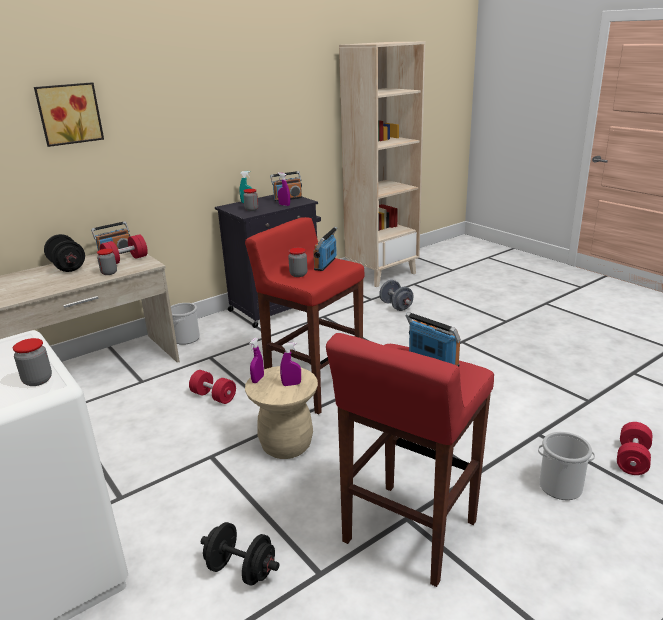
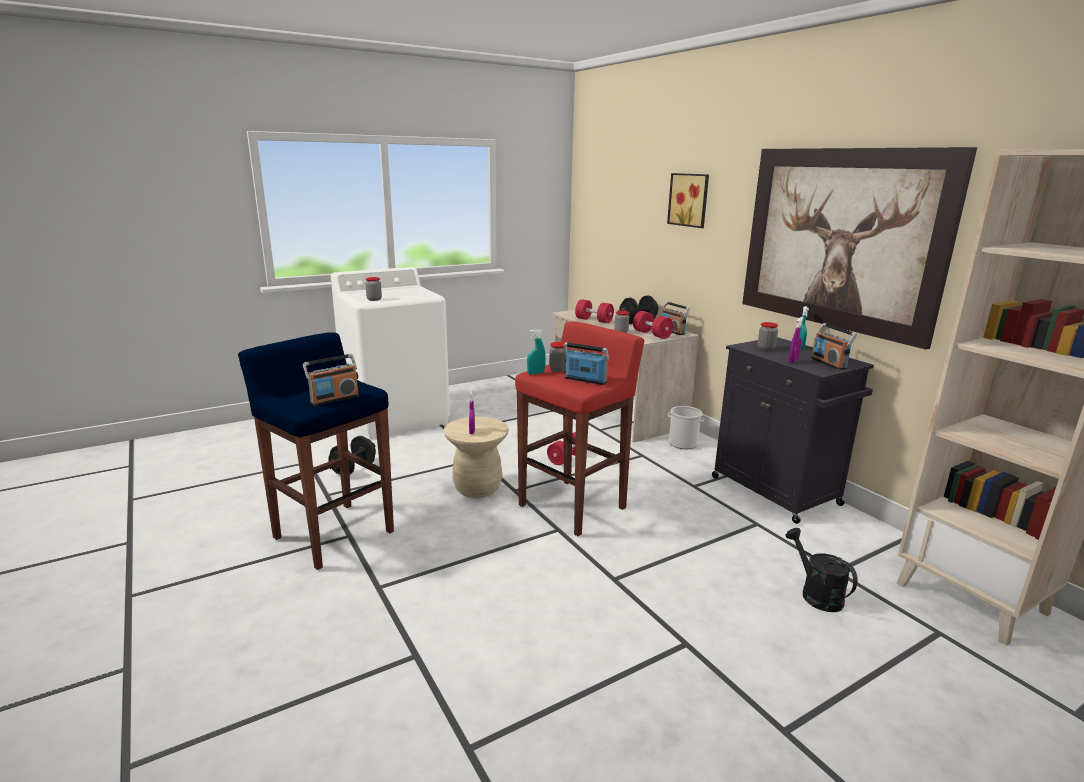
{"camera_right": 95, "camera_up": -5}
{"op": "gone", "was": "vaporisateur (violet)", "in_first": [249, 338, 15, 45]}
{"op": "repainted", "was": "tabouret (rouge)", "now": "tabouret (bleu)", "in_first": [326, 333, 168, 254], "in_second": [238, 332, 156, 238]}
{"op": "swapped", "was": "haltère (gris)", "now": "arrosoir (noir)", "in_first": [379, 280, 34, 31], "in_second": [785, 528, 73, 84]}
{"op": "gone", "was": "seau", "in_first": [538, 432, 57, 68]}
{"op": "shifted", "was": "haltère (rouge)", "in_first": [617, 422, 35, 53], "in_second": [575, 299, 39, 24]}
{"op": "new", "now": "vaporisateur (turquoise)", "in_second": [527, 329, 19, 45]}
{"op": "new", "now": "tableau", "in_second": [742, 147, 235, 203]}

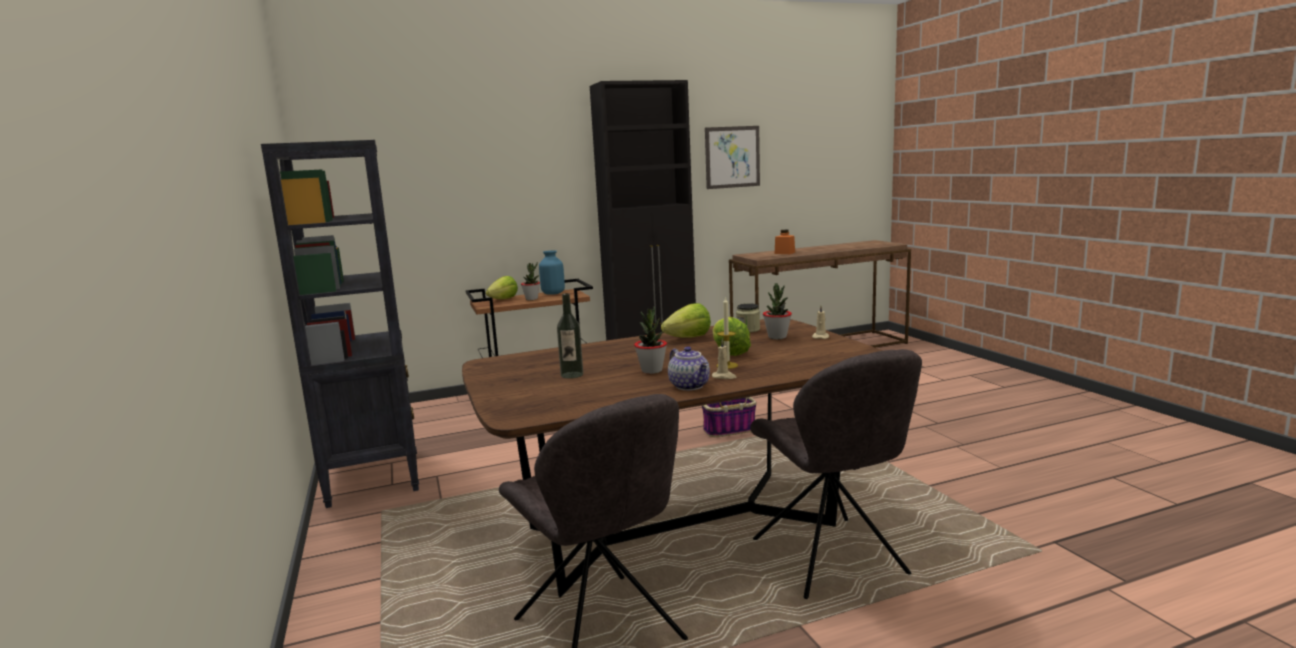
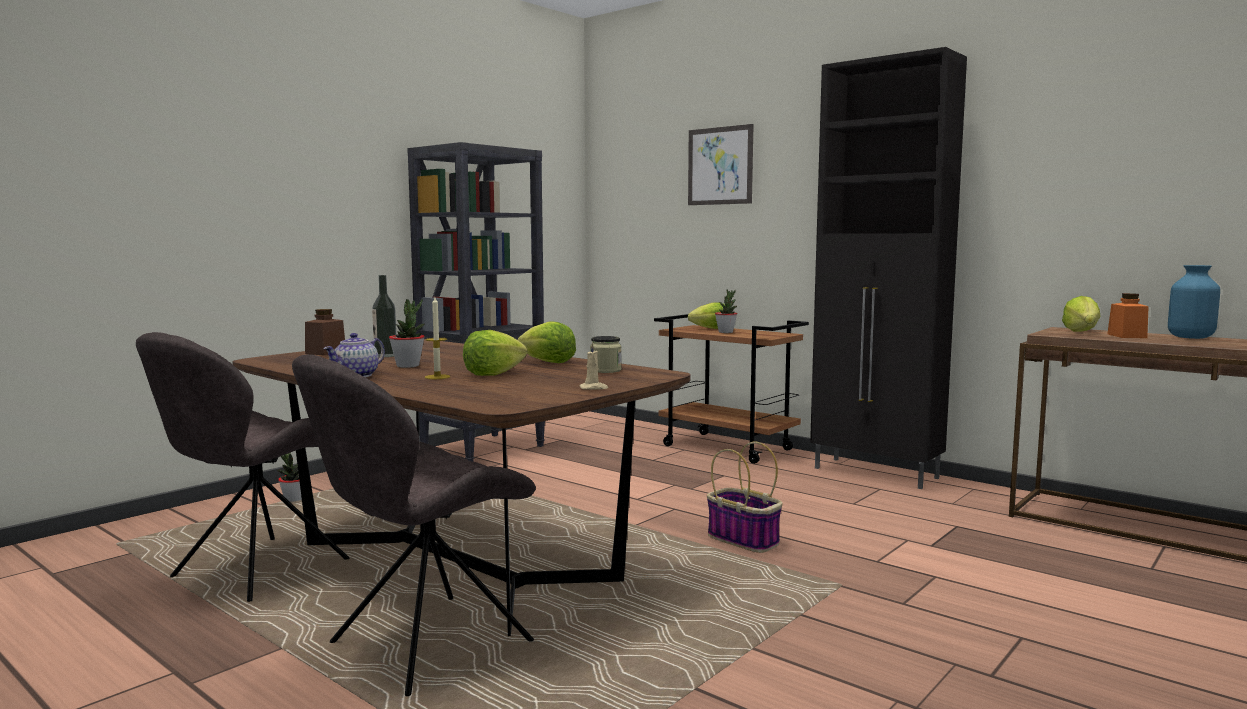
{"camera_right": 60, "camera_up": -5}
{"op": "shifted", "was": "vase (bleu)", "in_first": [539, 250, 26, 45], "in_second": [1168, 265, 52, 74]}
{"op": "shifted", "was": "tableau", "in_first": [705, 126, 55, 63], "in_second": [688, 124, 66, 81]}
{"op": "gone", "was": "bougie (beige)", "in_first": [712, 339, 24, 40]}
{"op": "shifted", "was": "plante en pot", "in_first": [763, 283, 29, 56], "in_second": [277, 452, 25, 50]}
{"op": "new", "now": "bocal (marron)", "in_second": [305, 309, 40, 46]}
{"op": "new", "now": "laitue", "in_second": [1062, 296, 38, 36]}

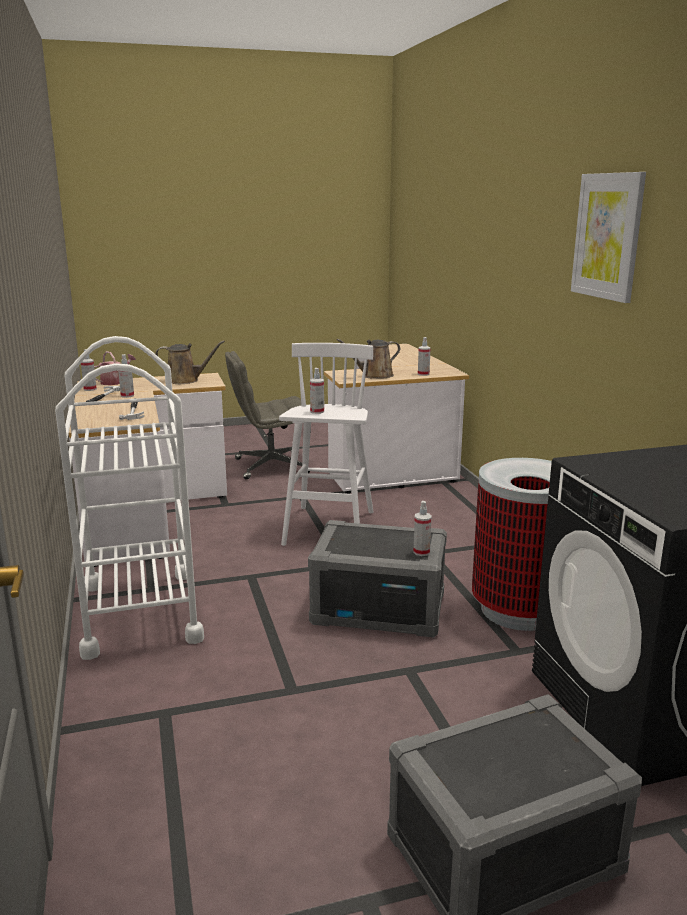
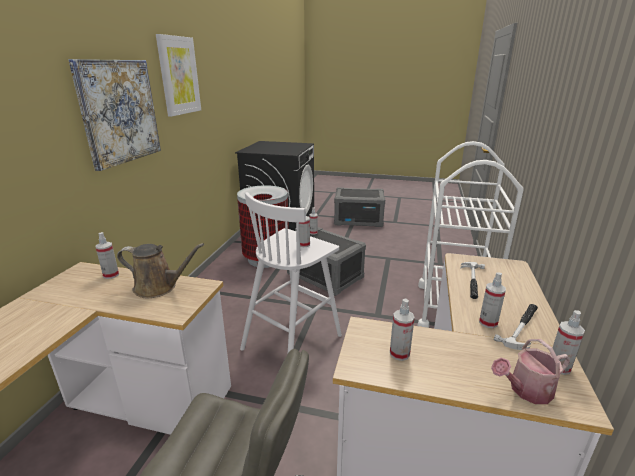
{"camera_right": -150, "camera_up": 5}
{"op": "swapped", "was": "arrosoir (marron)", "now": "vaporisateur", "in_first": [155, 341, 70, 43], "in_second": [390, 299, 25, 62]}
{"op": "new", "now": "tableau", "in_second": [68, 59, 93, 112]}

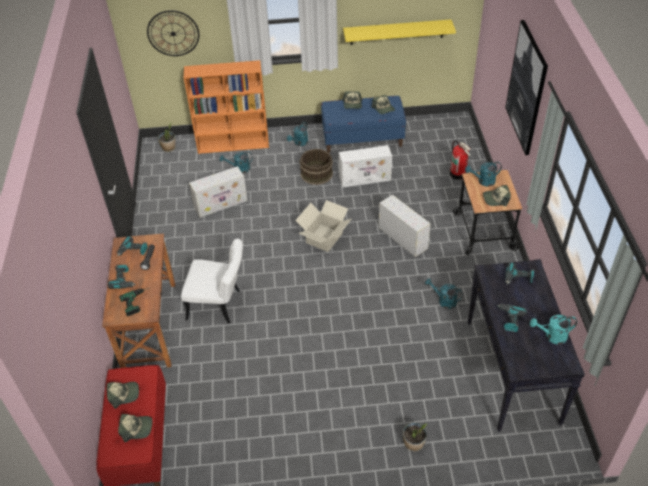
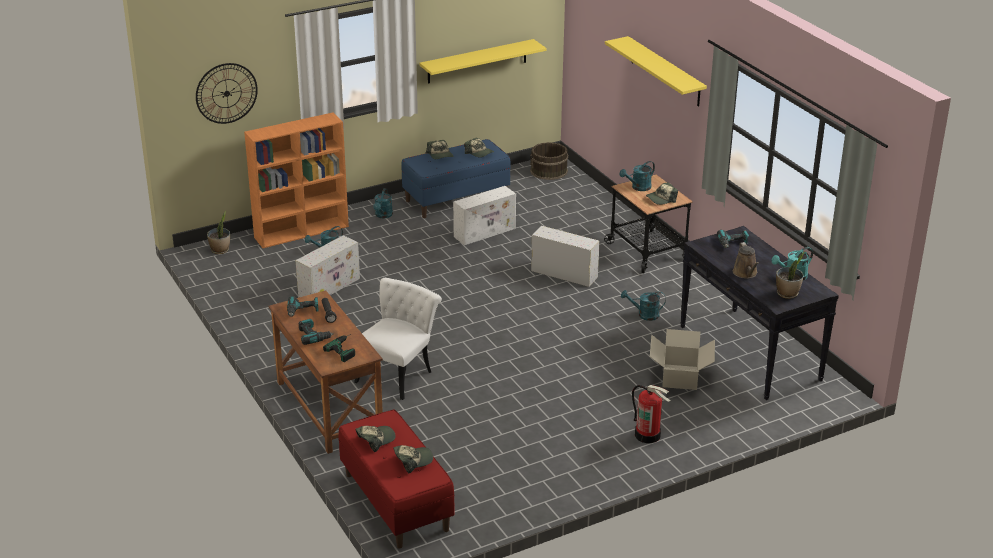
{"camera_right": -25, "camera_up": -15}
{"op": "rotated", "was": "chaise (blanc)", "in_first": [181, 239, 62, 85], "in_second": [354, 278, 88, 122], "clockwise": -45}
{"op": "shifted", "was": "carton", "in_first": [295, 200, 56, 52], "in_second": [650, 329, 65, 61]}
{"op": "shifted", "was": "seau (marron)", "in_first": [299, 149, 34, 36], "in_second": [530, 142, 38, 38]}
{"op": "shifted", "was": "plante en pot", "in_first": [403, 422, 24, 29], "in_second": [776, 252, 29, 47]}
{"op": "shifted", "was": "extincteur", "in_first": [449, 140, 22, 40], "in_second": [632, 385, 38, 58]}
{"op": "swapped", "was": "perceuse", "now": "arrosoir (marron)", "in_first": [497, 304, 30, 28], "in_second": [733, 242, 26, 36]}
{"op": "swapped", "was": "tableau", "now": "étagère (jaune)", "in_first": [505, 20, 43, 135], "in_second": [605, 36, 102, 71]}

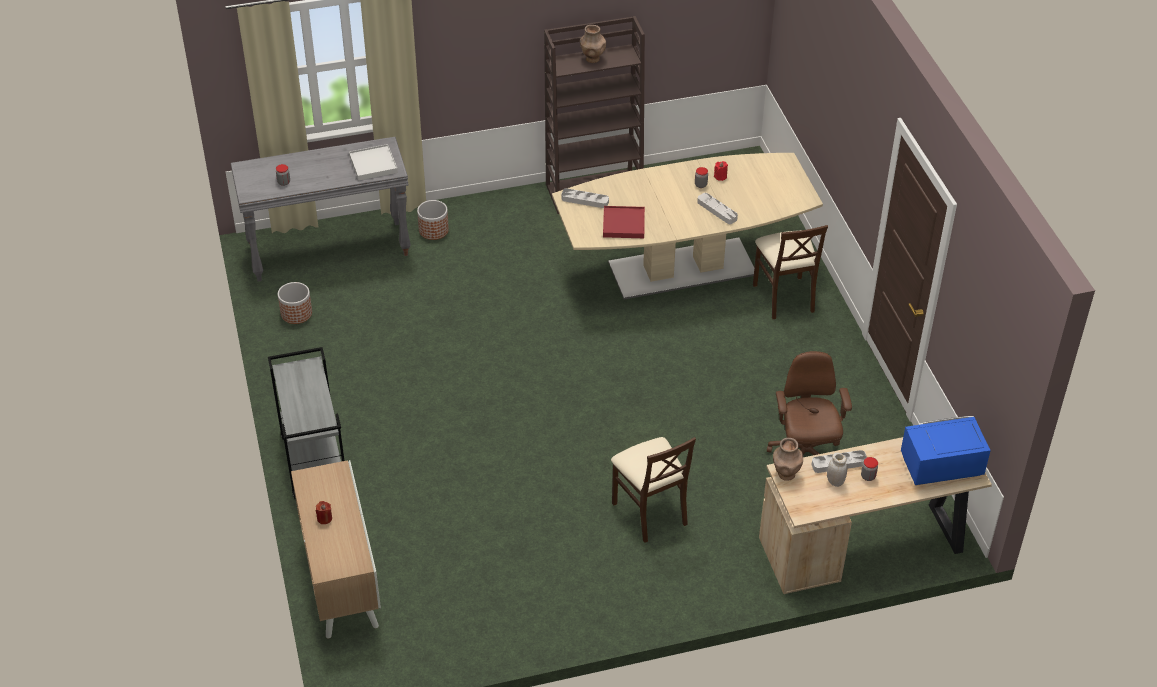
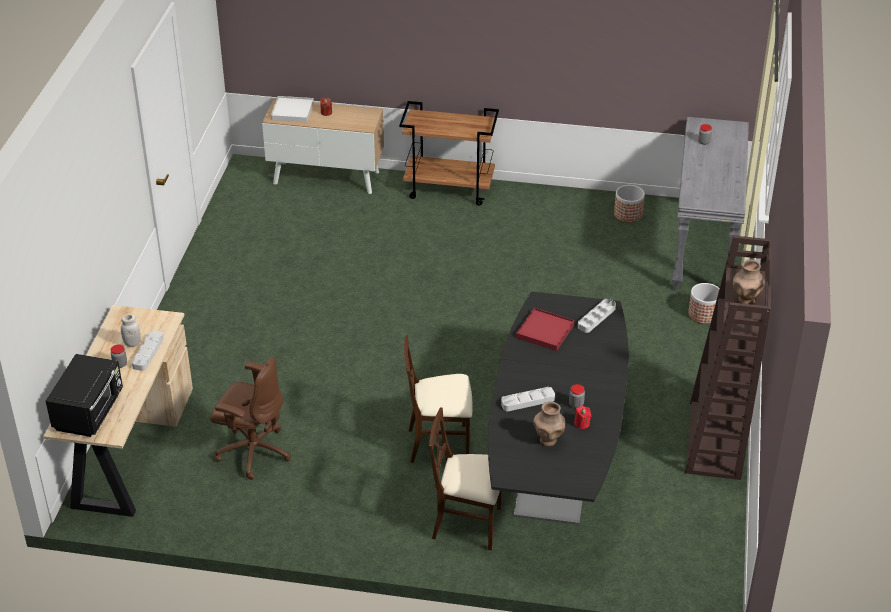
{"camera_right": 115, "camera_up": -5}
{"op": "repainted", "was": "chariot (gris)", "now": "chariot (marron)", "in_first": [268, 347, 77, 153], "in_second": [399, 101, 100, 105]}
{"op": "shifted", "was": "plateau (blanc)", "in_first": [349, 144, 49, 37], "in_second": [271, 96, 43, 26]}
{"op": "repainted", "was": "table à manger (beige)", "now": "table à manger (noir)", "in_first": [552, 153, 271, 147], "in_second": [488, 292, 141, 233]}
{"op": "shifted", "was": "chaise (beige)", "in_first": [611, 437, 85, 106], "in_second": [404, 335, 68, 128]}
{"op": "shifted", "was": "vase (marron)", "in_first": [773, 438, 30, 43], "in_second": [533, 401, 32, 45]}
{"op": "repainted", "was": "micro-ondes (bleu)", "now": "micro-ondes (noir)", "in_first": [901, 416, 90, 69], "in_second": [46, 354, 77, 83]}

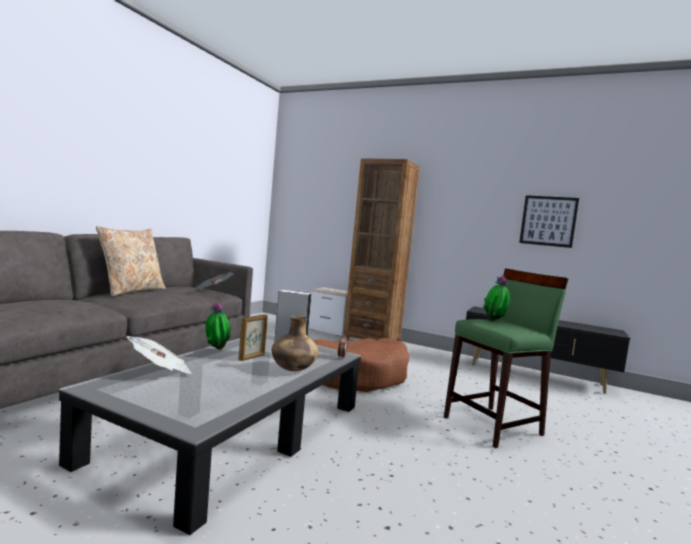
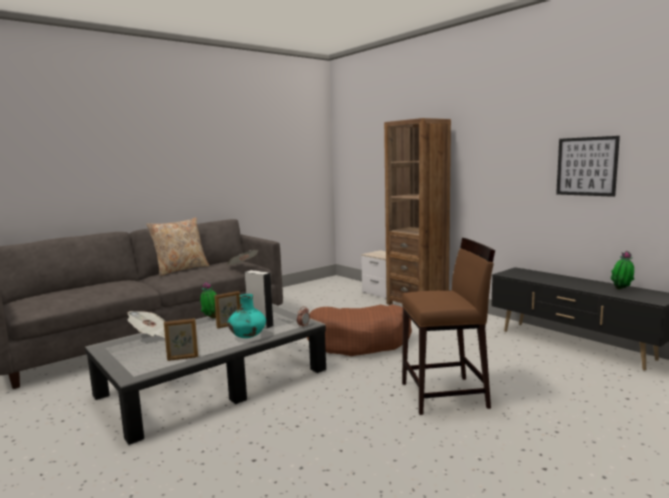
{"camera_right": 25, "camera_up": 5}
{"op": "repainted", "was": "vase (marron)", "now": "vase (turquoise)", "in_first": [271, 316, 48, 55], "in_second": [227, 294, 39, 44]}
{"op": "repainted", "was": "tabouret (vert)", "now": "tabouret (marron)", "in_first": [444, 268, 124, 180], "in_second": [402, 238, 93, 177]}
{"op": "shifted", "was": "plante en pot", "in_first": [483, 275, 27, 46], "in_second": [611, 251, 23, 38]}
{"op": "new", "now": "cadre photo", "in_second": [164, 318, 34, 43]}

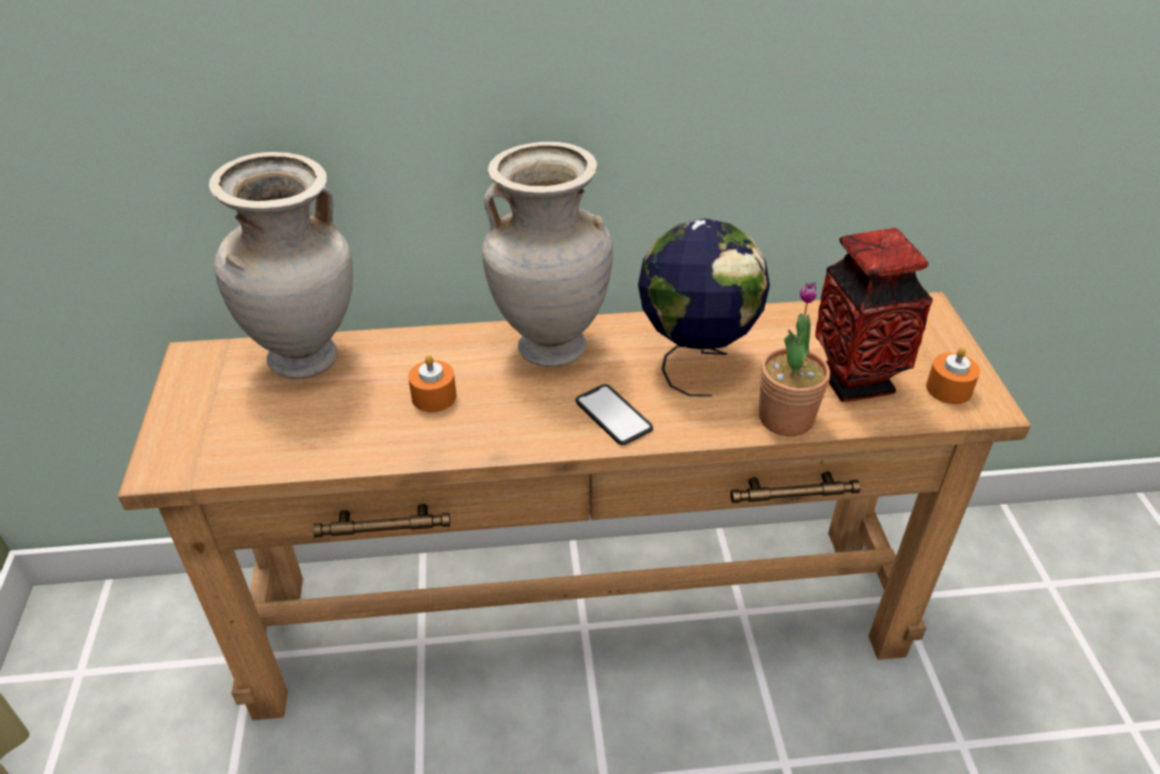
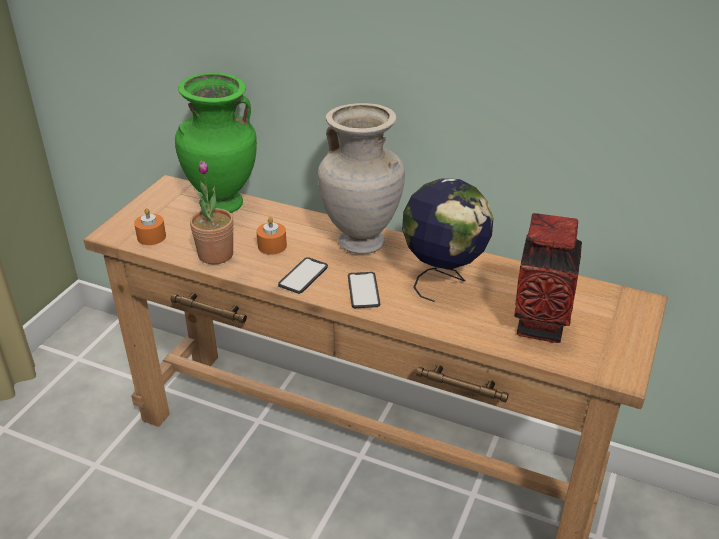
{"camera_right": 30, "camera_up": -5}
{"op": "repainted", "was": "vase (beige)", "now": "vase (vert)", "in_first": [209, 152, 144, 227], "in_second": [175, 72, 82, 141]}
{"op": "shifted", "was": "plante en pot", "in_first": [759, 282, 71, 154], "in_second": [190, 160, 44, 104]}
{"op": "shifted", "was": "bougie (orange)", "in_first": [926, 348, 54, 56], "in_second": [134, 208, 32, 37]}
{"op": "new", "now": "téléphone", "in_second": [278, 257, 50, 37]}

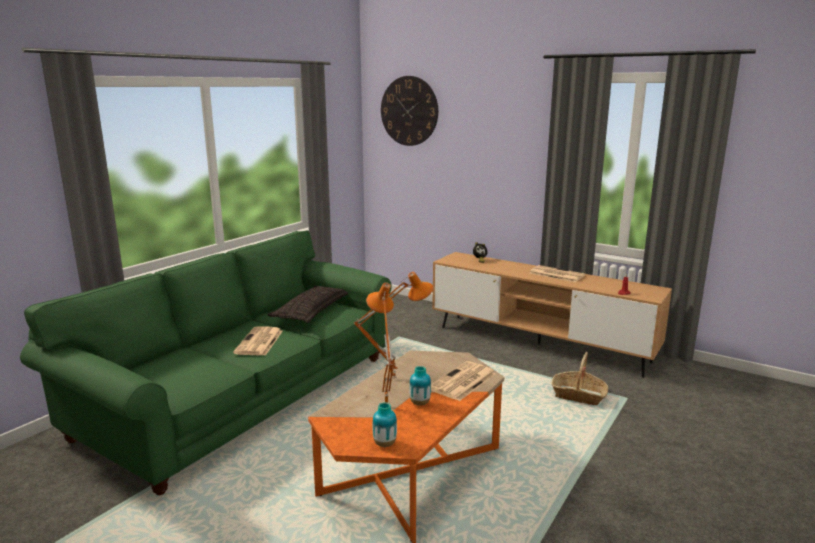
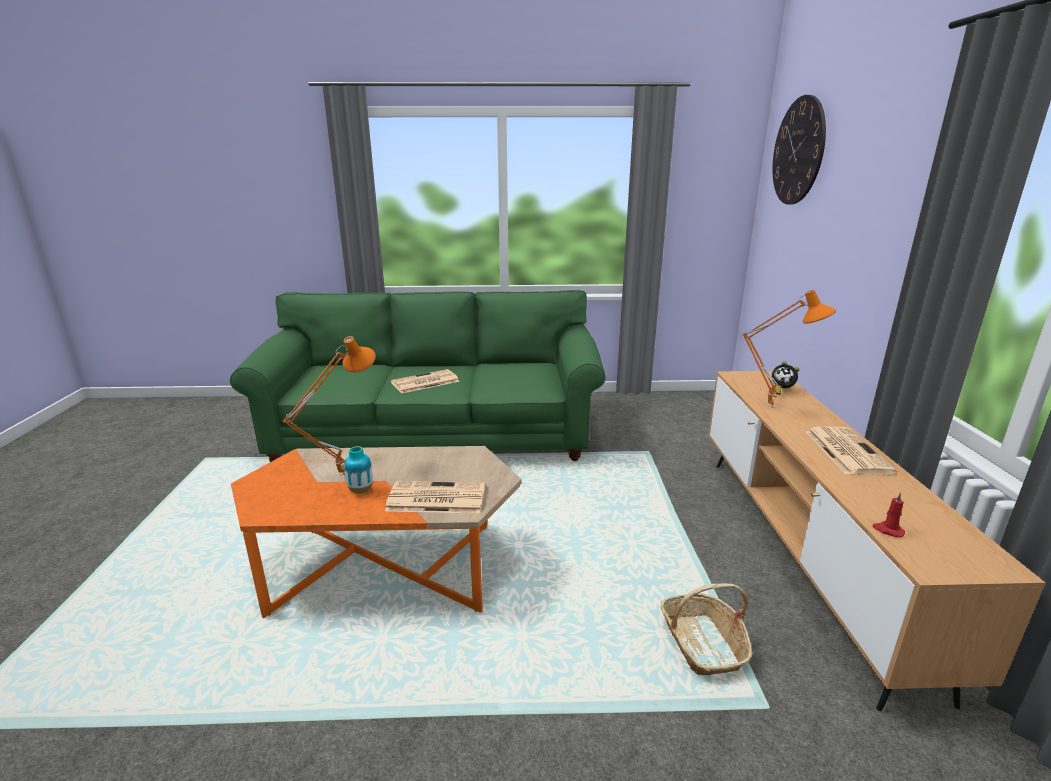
{"camera_right": 55, "camera_up": 5}
{"op": "gone", "was": "coussin", "in_first": [268, 285, 80, 38]}
{"op": "shifted", "was": "lampe de table (orange)", "in_first": [354, 272, 79, 106], "in_second": [742, 290, 94, 118]}
{"op": "gone", "was": "vase", "in_first": [373, 402, 24, 45]}

